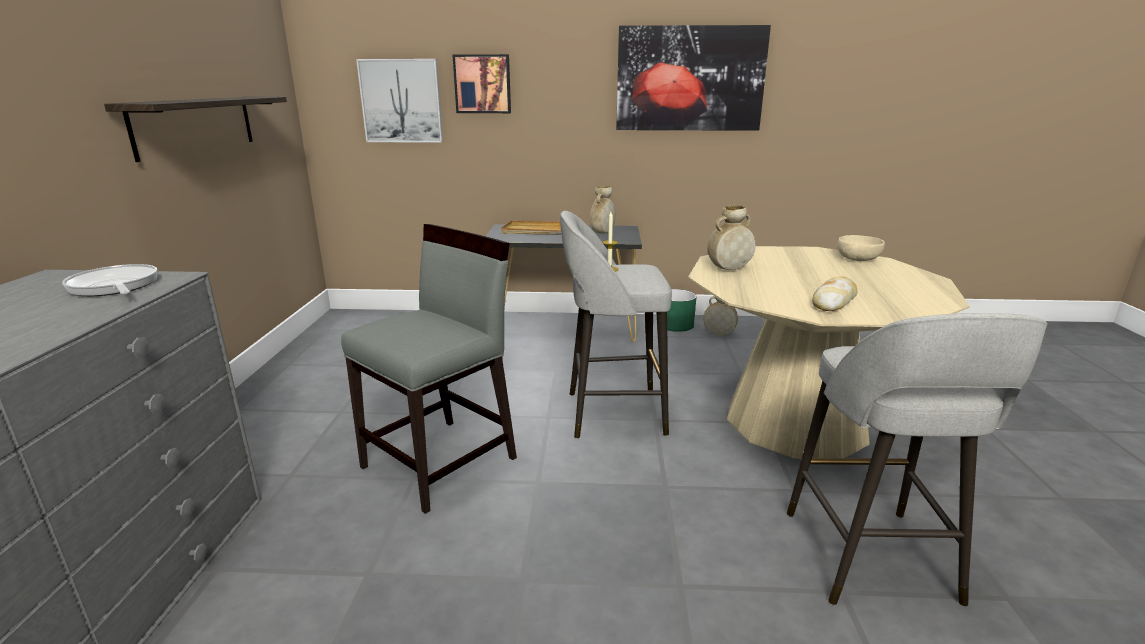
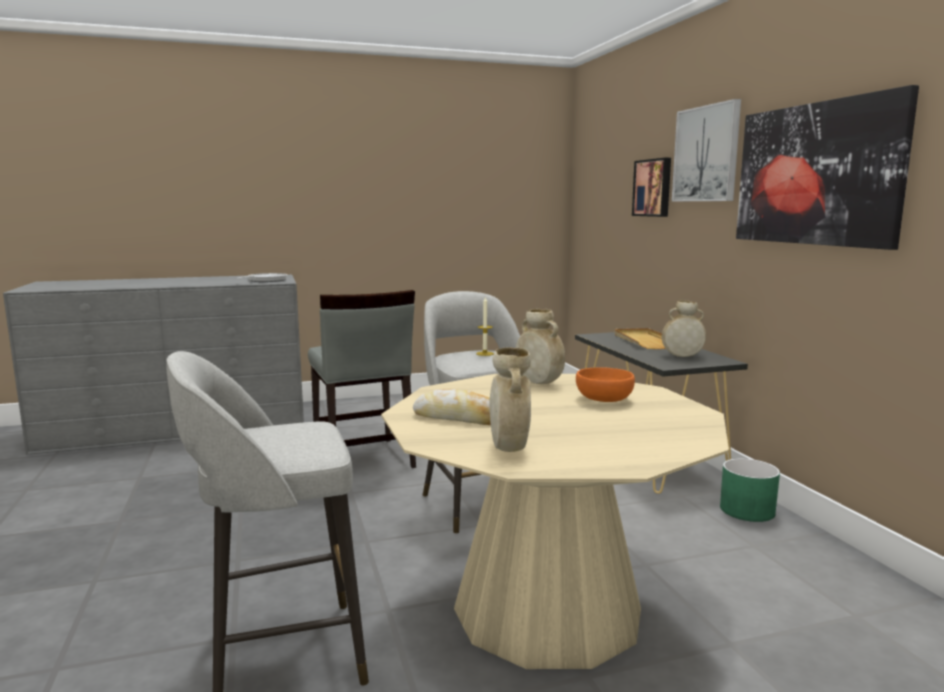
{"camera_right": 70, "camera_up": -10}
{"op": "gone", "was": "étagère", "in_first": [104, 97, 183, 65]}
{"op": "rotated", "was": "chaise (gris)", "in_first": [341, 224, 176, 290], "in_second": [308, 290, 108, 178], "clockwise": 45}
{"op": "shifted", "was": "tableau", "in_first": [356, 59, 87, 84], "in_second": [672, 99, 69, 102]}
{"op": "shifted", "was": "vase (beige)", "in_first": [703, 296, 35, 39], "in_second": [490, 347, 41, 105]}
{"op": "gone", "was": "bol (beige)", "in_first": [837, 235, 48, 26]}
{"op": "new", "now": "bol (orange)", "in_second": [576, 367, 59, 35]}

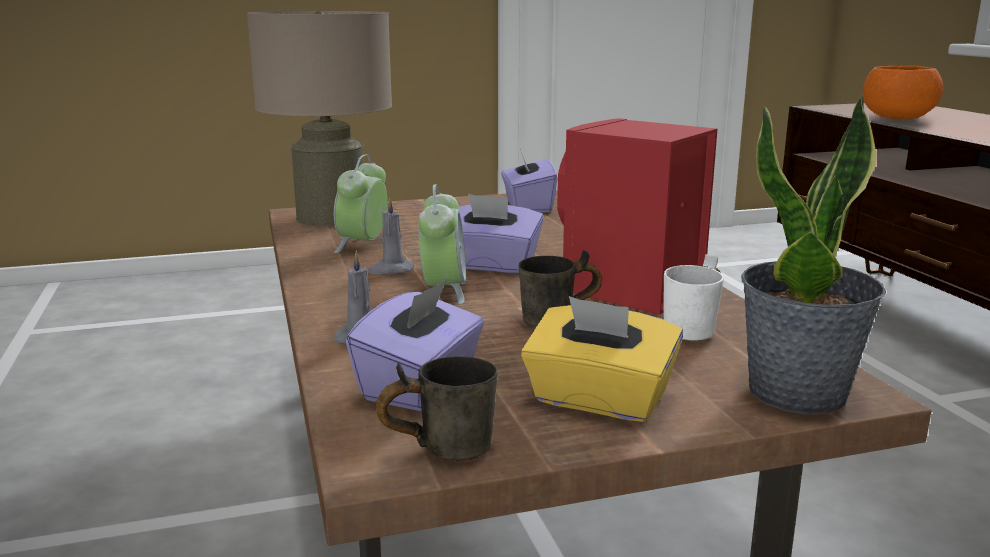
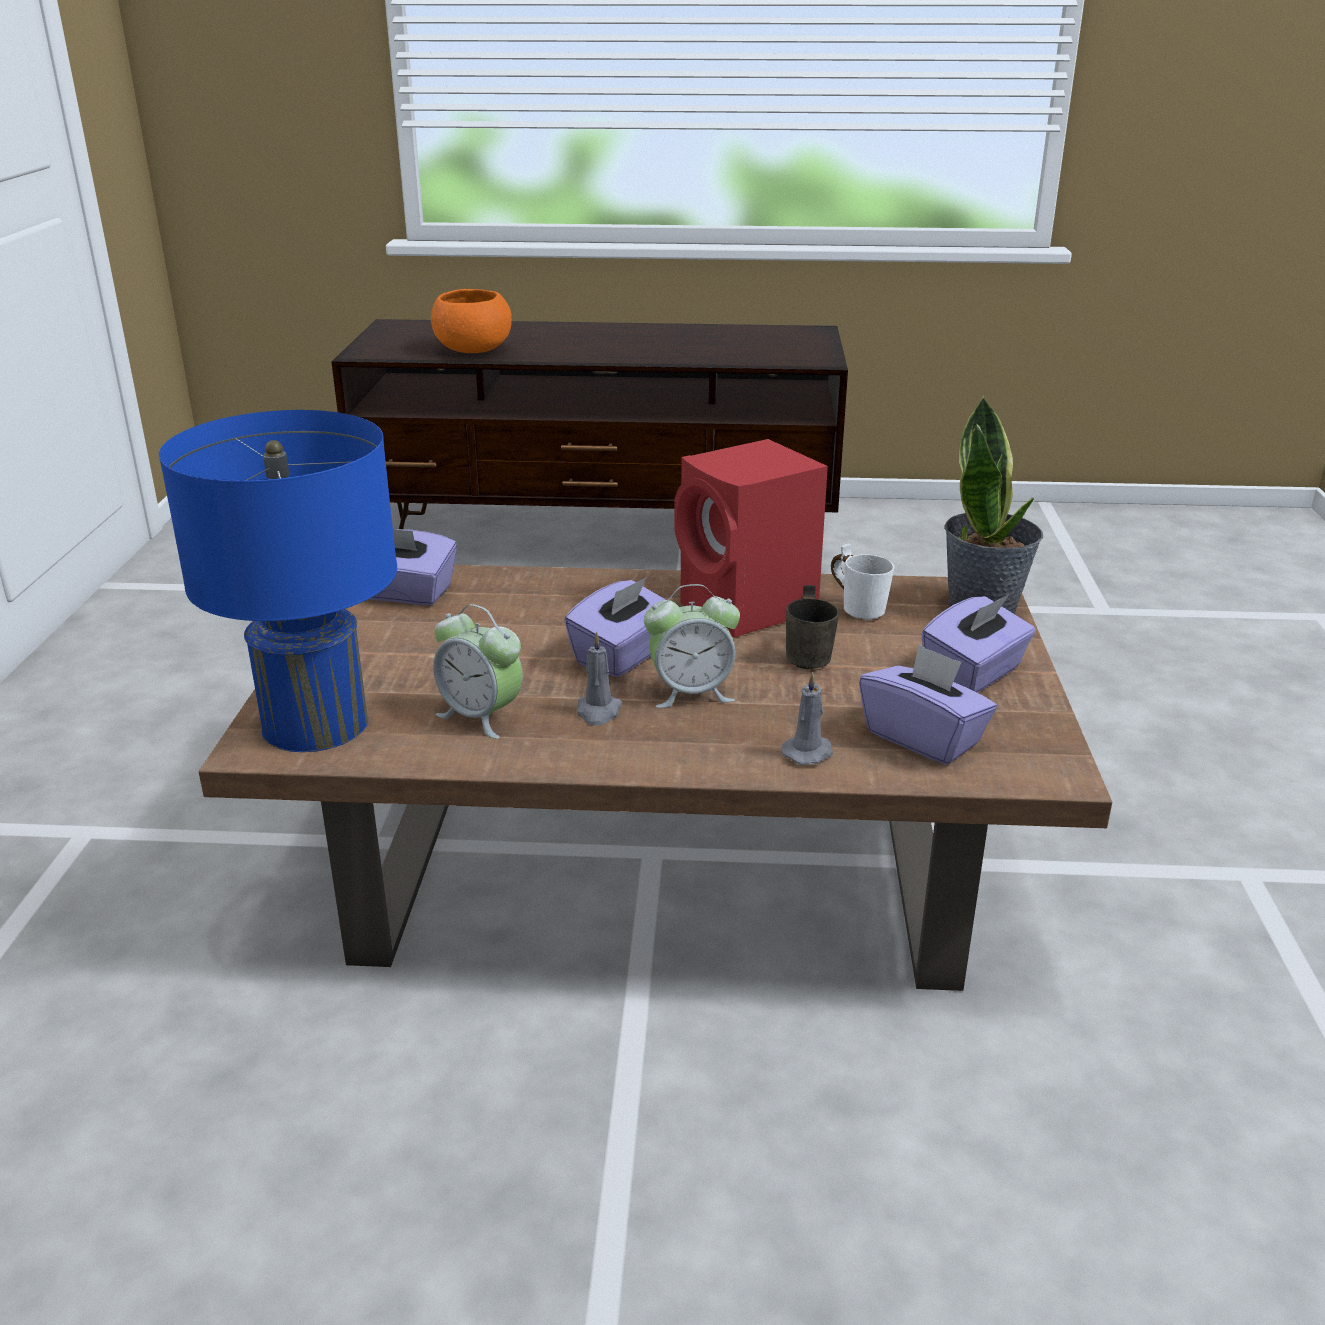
{"camera_right": -70, "camera_up": 10}
{"op": "repainted", "was": "lampe de table (beige)", "now": "lampe de table (bleu)", "in_first": [247, 11, 145, 216], "in_second": [159, 410, 238, 342]}
{"op": "gone", "was": "mug (gris)", "in_first": [376, 356, 122, 106]}
{"op": "rotated", "was": "réveil", "in_first": [418, 184, 49, 120], "in_second": [644, 584, 96, 124], "clockwise": 150}
{"op": "repainted", "was": "boîte à mouchoirs (jaune)", "now": "boîte à mouchoirs (violet)", "in_first": [521, 296, 162, 126], "in_second": [921, 595, 115, 98]}

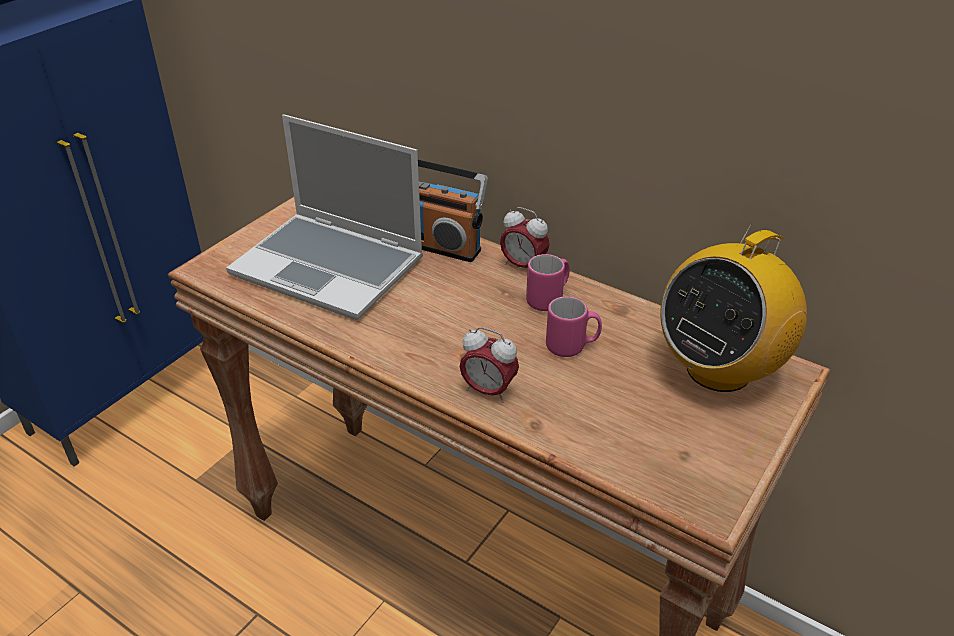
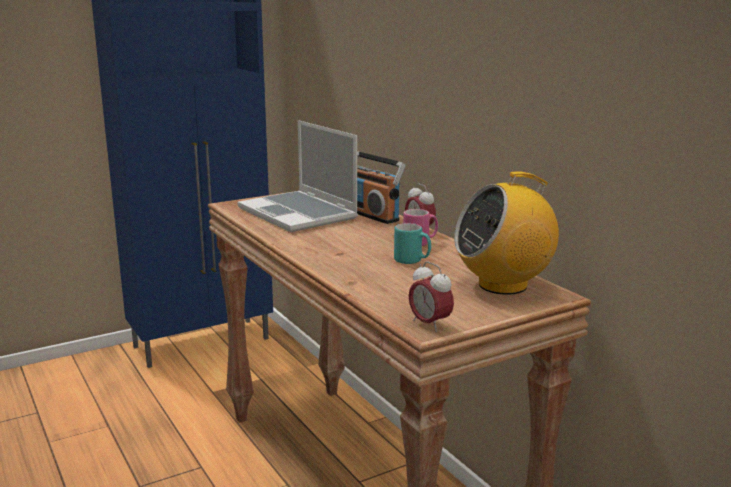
{"camera_right": 25, "camera_up": -20}
{"op": "shifted", "was": "réveil", "in_first": [460, 327, 59, 76], "in_second": [409, 262, 45, 70]}
{"op": "repainted", "was": "mug (rose)", "now": "mug (turquoise)", "in_first": [546, 296, 56, 61], "in_second": [394, 223, 37, 41]}

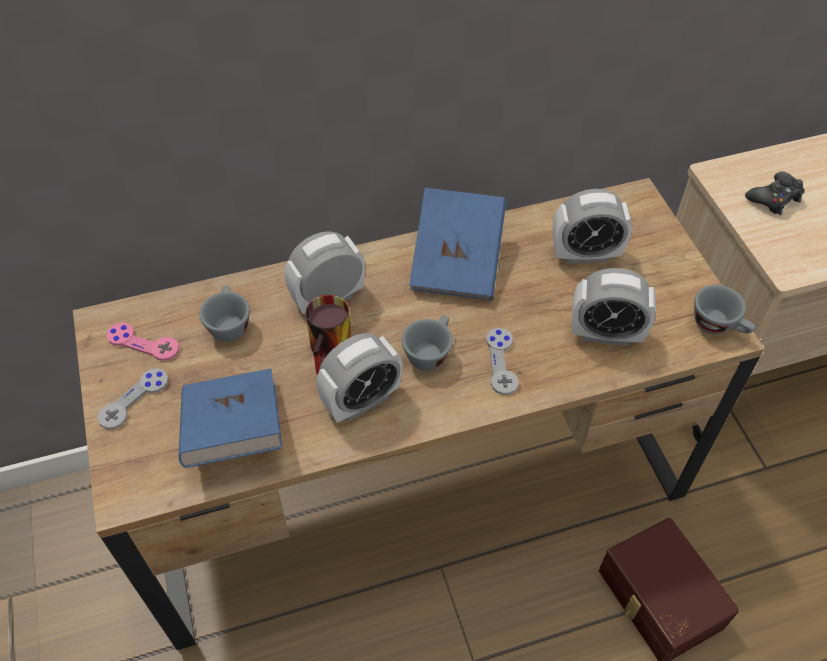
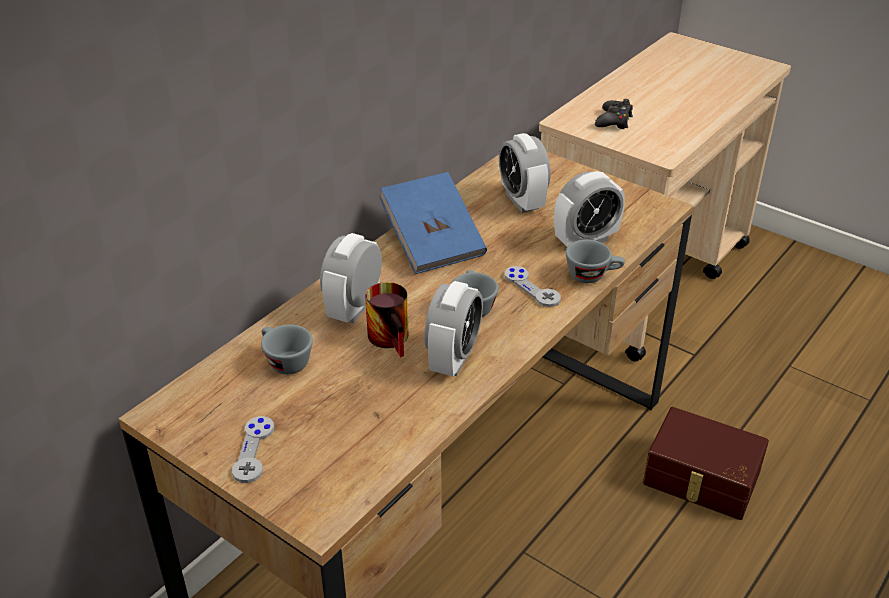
{"camera_right": -35, "camera_up": -15}
{"op": "gone", "was": "manette (rose)", "in_first": [107, 322, 72, 39]}
{"op": "gone", "was": "livre (bleu)", "in_first": [179, 368, 103, 100]}
{"op": "rotated", "was": "réveil", "in_first": [553, 189, 79, 75], "in_second": [499, 133, 51, 80], "clockwise": 105}
{"op": "shifted", "was": "tasse (gris)", "in_first": [694, 285, 62, 50], "in_second": [565, 240, 60, 43]}

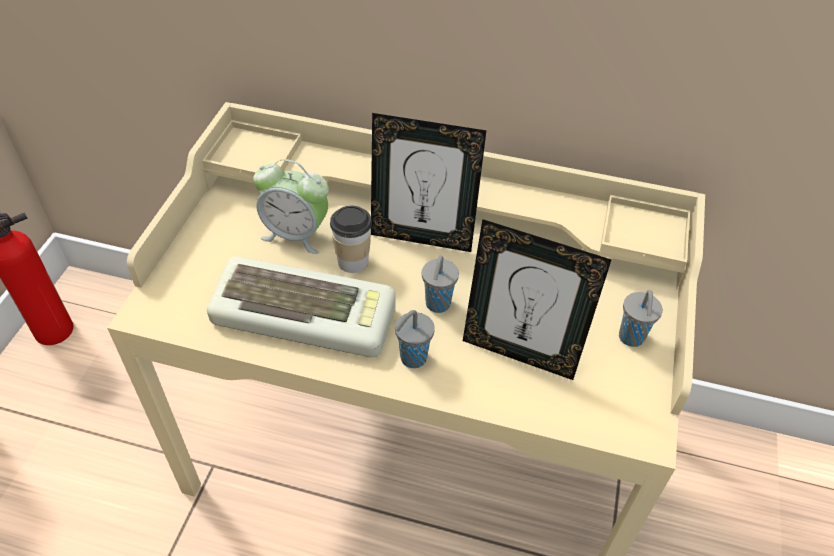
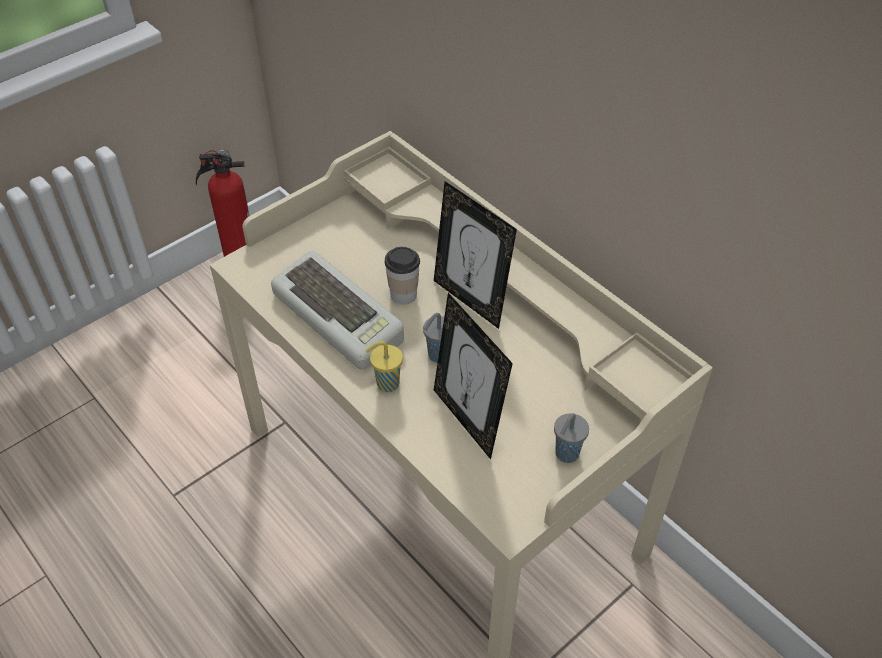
{"camera_right": 35, "camera_up": 0}
{"op": "gone", "was": "réveil", "in_first": [253, 159, 76, 95]}
{"op": "repainted", "was": "tasse (gris)", "now": "tasse (jaune)", "in_first": [395, 310, 40, 58], "in_second": [366, 341, 37, 51]}

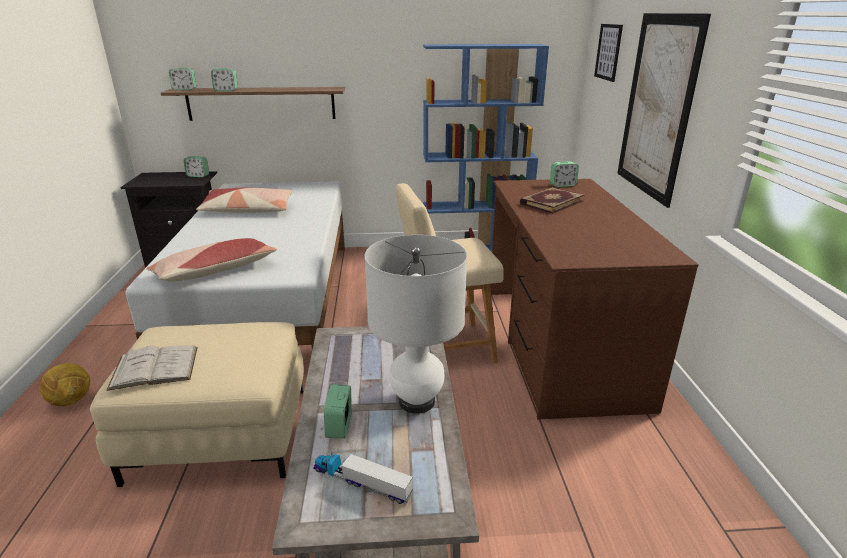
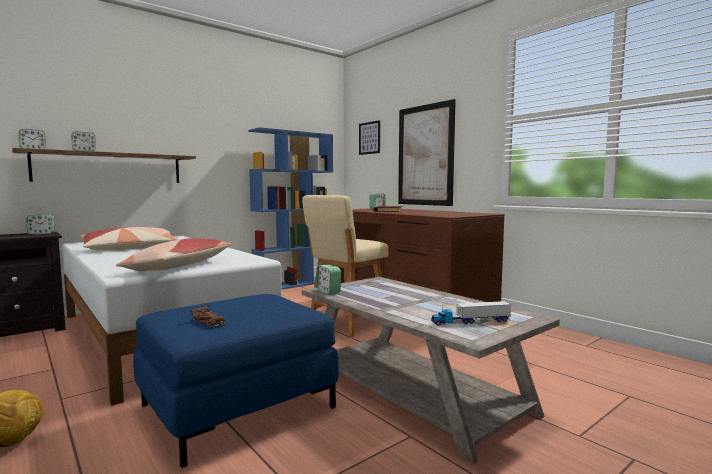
{"camera_right": -35, "camera_up": -20}
{"op": "repainted", "was": "pouf (beige)", "now": "pouf (bleu)", "in_first": [90, 322, 214, 165], "in_second": [133, 294, 206, 174]}
{"op": "swapped", "was": "livre (blanc)", "now": "petite voiture (marron)", "in_first": [106, 346, 92, 45], "in_second": [190, 305, 36, 22]}
{"op": "shifted", "was": "réveil", "in_first": [324, 385, 28, 54], "in_second": [316, 265, 25, 29]}
{"op": "gone", "was": "lampe de table (blanc)", "in_first": [365, 235, 102, 179]}

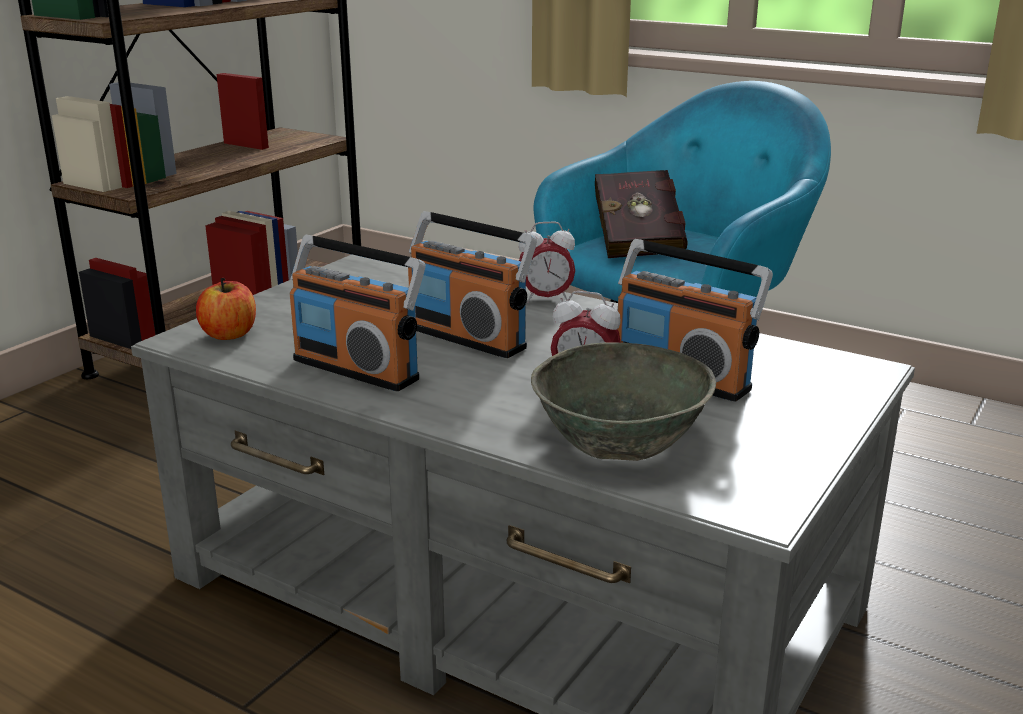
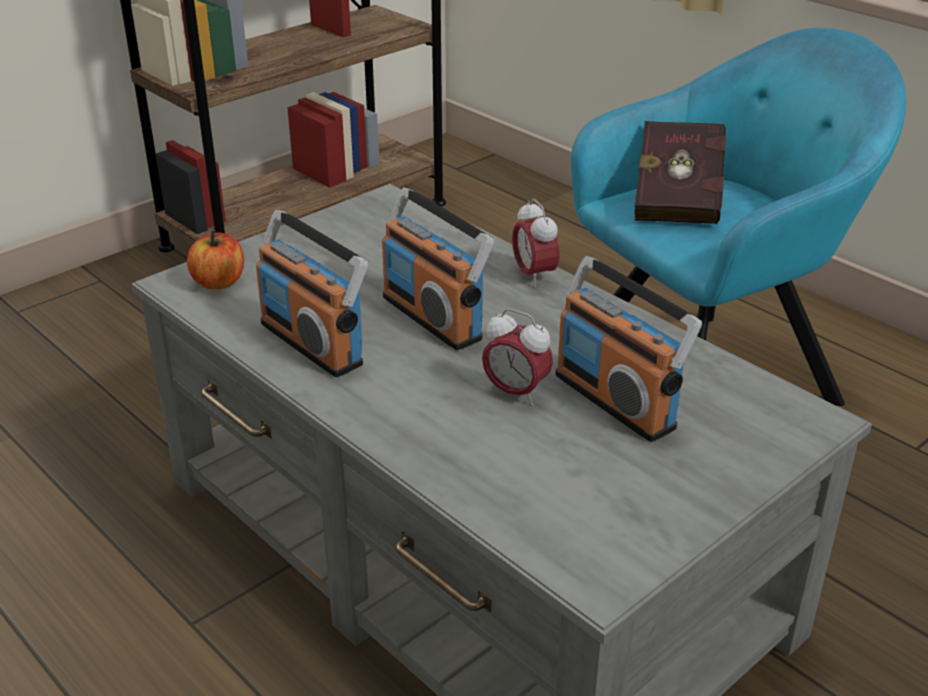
{"camera_right": 15, "camera_up": 10}
{"op": "rotated", "was": "réveil", "in_first": [518, 221, 57, 82], "in_second": [512, 199, 48, 88], "clockwise": 60}
{"op": "gone", "was": "bol (gris)", "in_first": [531, 342, 185, 119]}

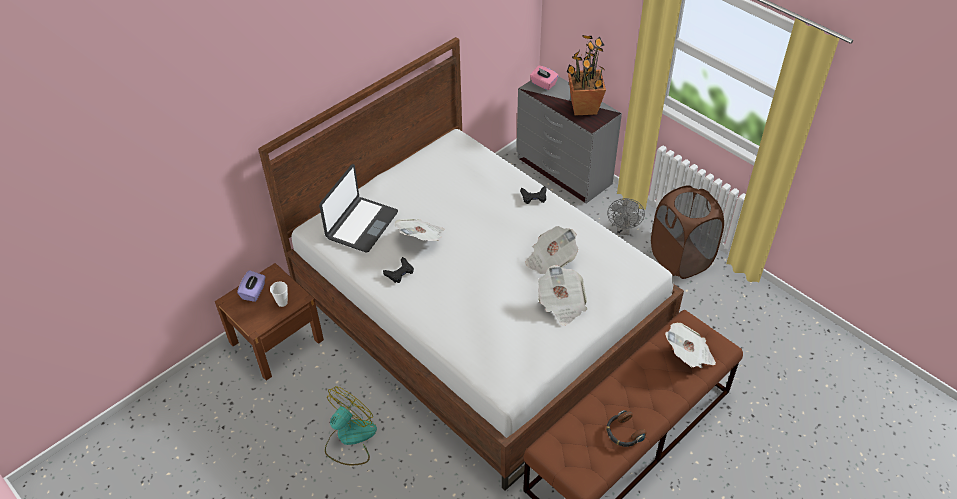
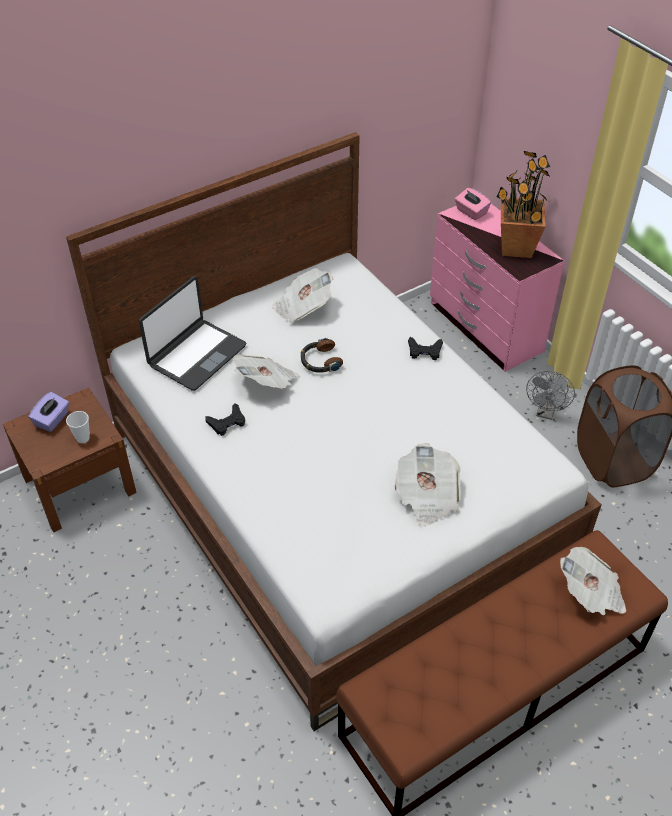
{"camera_right": 10, "camera_up": 0}
{"op": "gone", "was": "ventilateur", "in_first": [325, 386, 52, 79]}
{"op": "repainted", "was": "commode (gris)", "now": "commode (rose)", "in_first": [517, 76, 105, 127], "in_second": [430, 204, 134, 168]}
{"op": "shifted", "was": "journal", "in_first": [525, 226, 53, 48], "in_second": [272, 268, 61, 55]}
{"op": "shifted", "was": "casque audio", "in_first": [606, 410, 40, 37], "in_second": [301, 338, 42, 35]}

